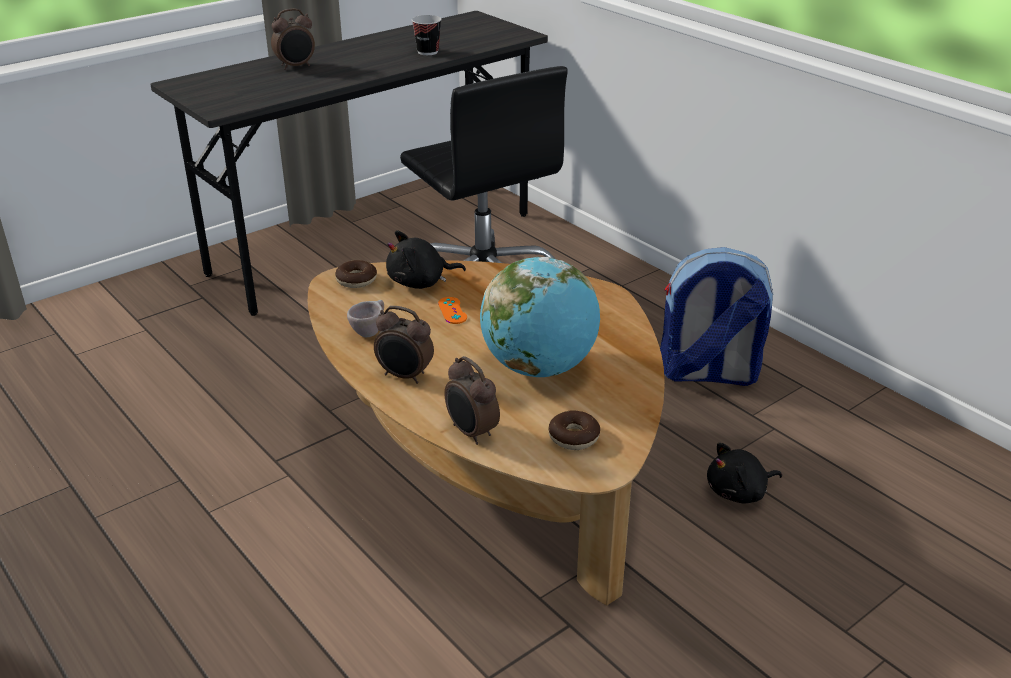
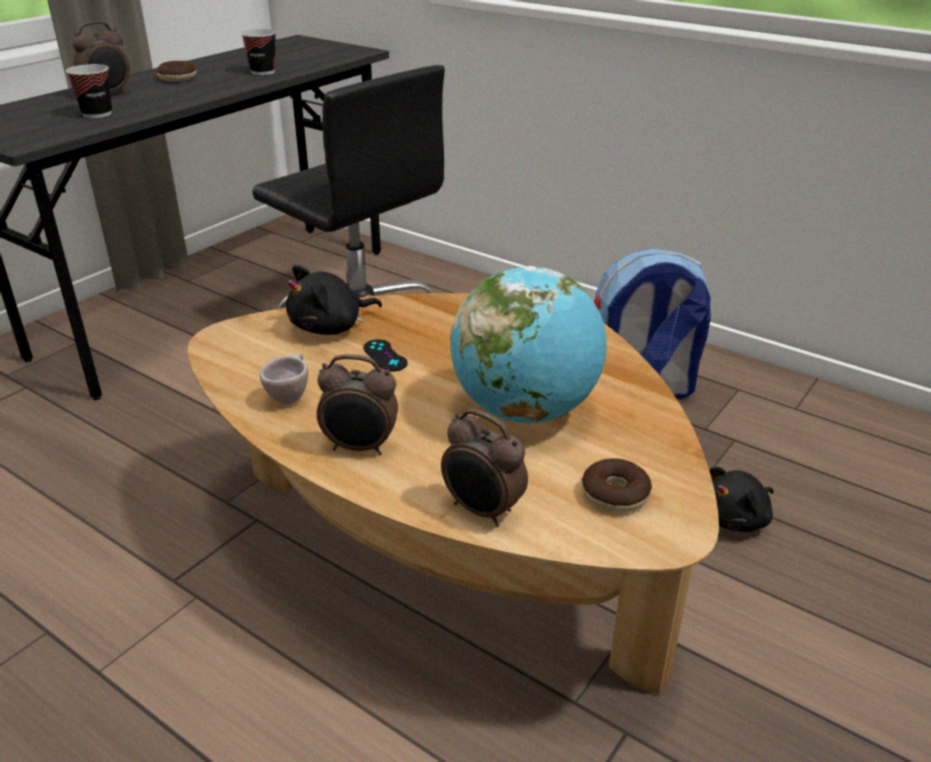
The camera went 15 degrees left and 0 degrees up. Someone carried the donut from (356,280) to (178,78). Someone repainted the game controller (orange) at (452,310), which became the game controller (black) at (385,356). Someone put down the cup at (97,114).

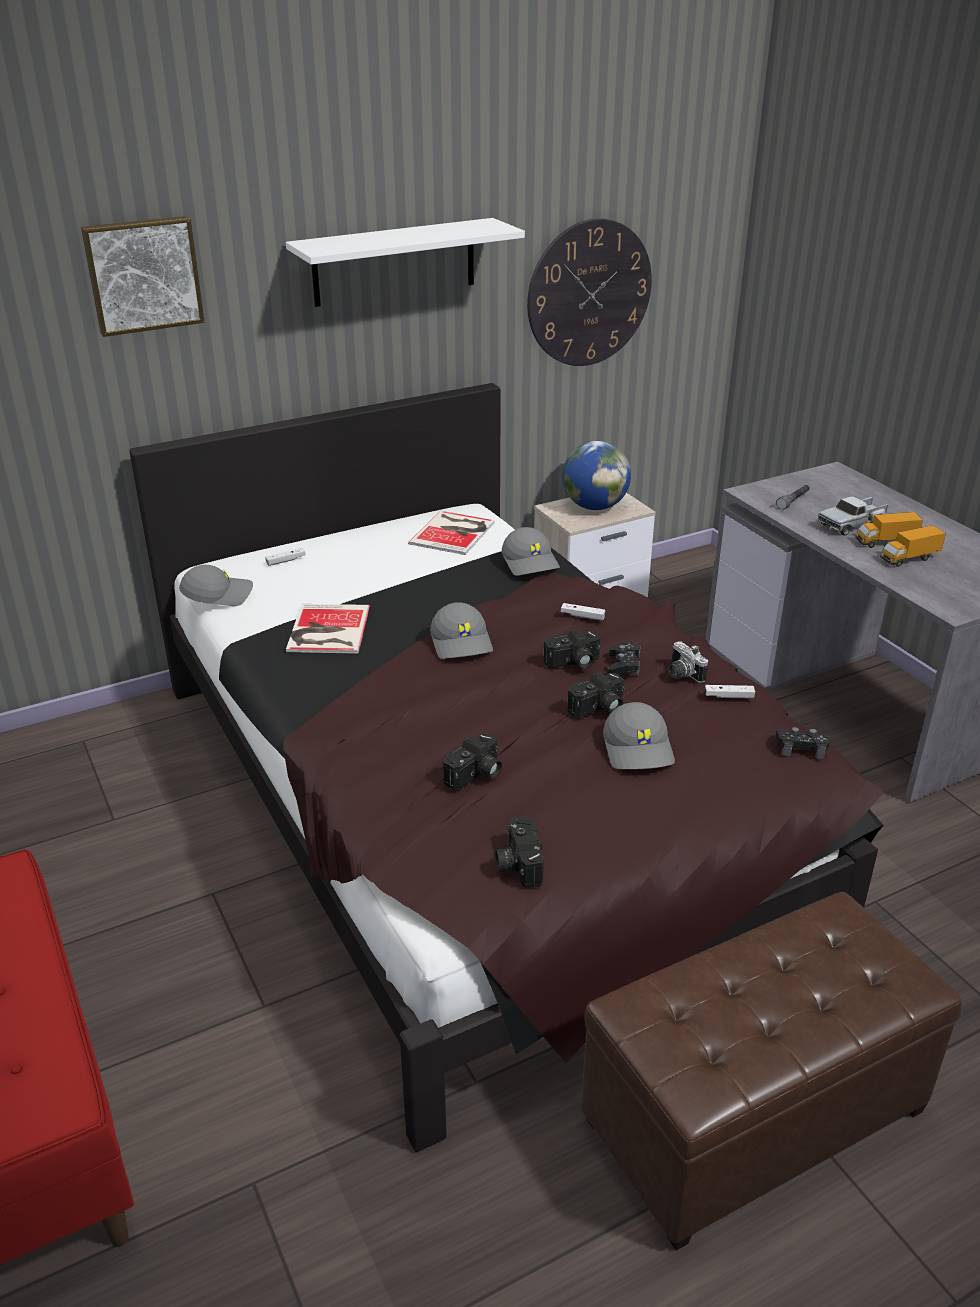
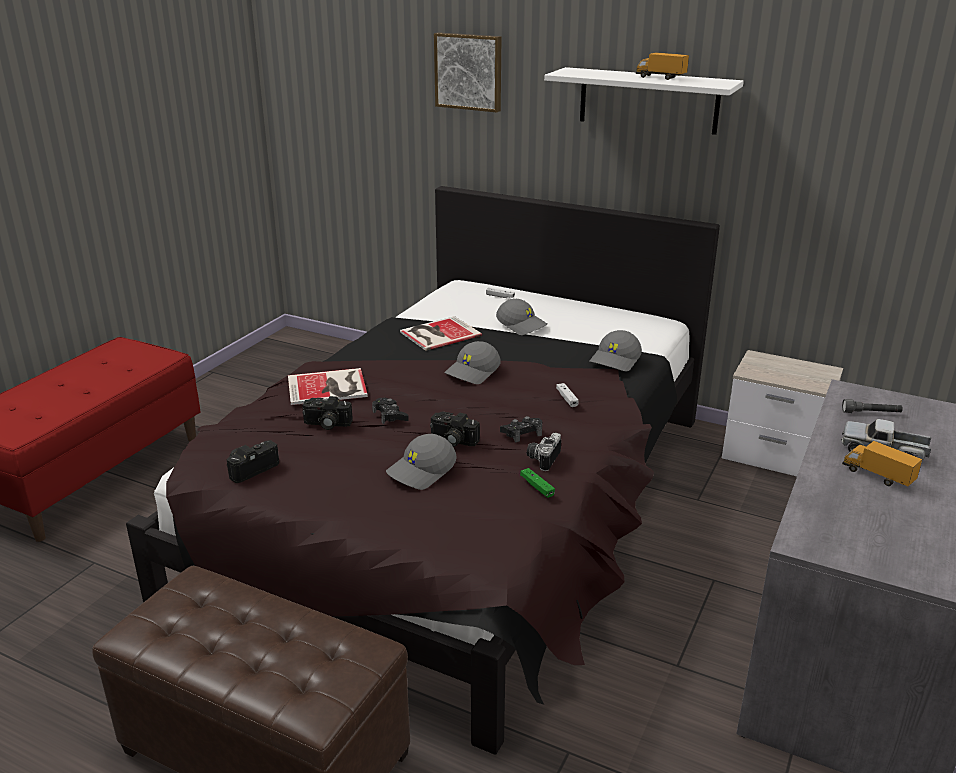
The camera went 55 degrees right and 5 degrees down. Someone took away the wall clock at (589,293). Someone took away the globe at (594,506). Someone carried the book from (454,532) to (329,387). Someone carried the toy truck from (909,559) to (660,78). Someone carried the cap (grey) from (218,595) to (522,325). Someone took away the photo camera at (573,663). Someone repainted the game controller (white) at (729,696), which became the game controller (green) at (537,487). Someone carried the game controller (black) from (801,747) to (390,415).

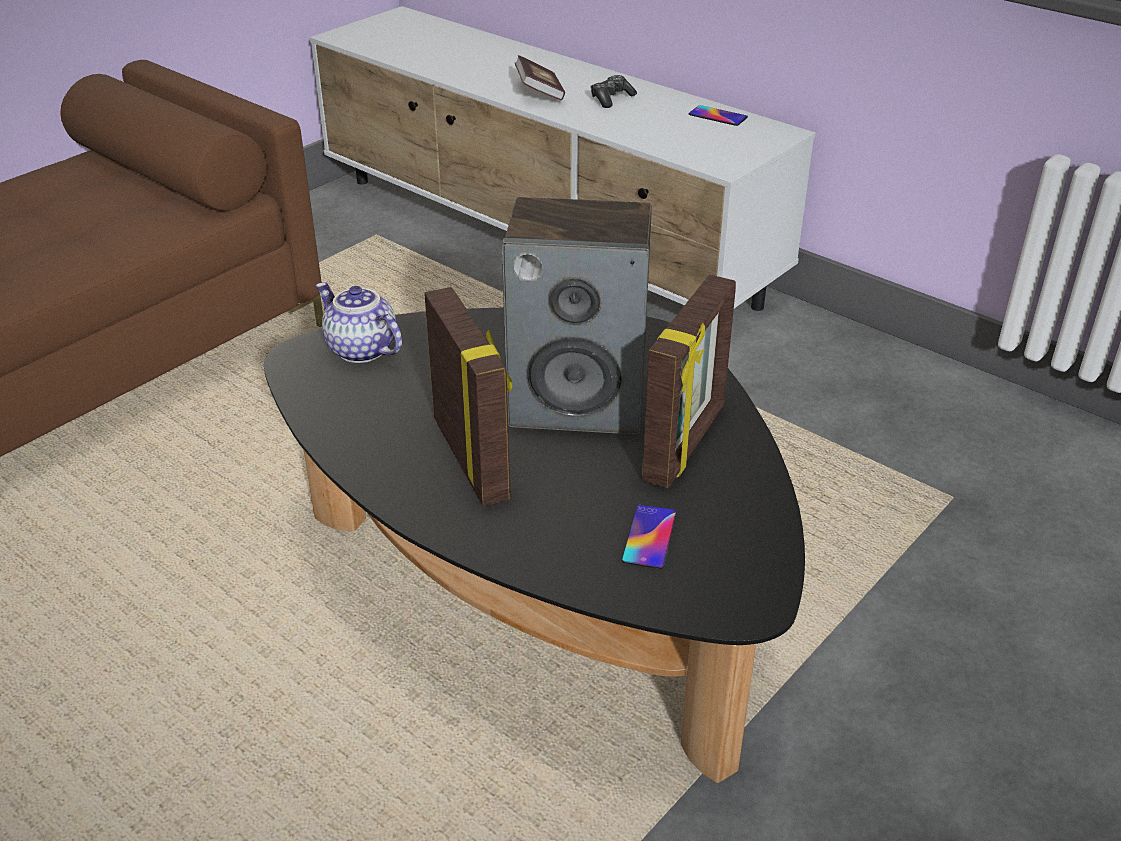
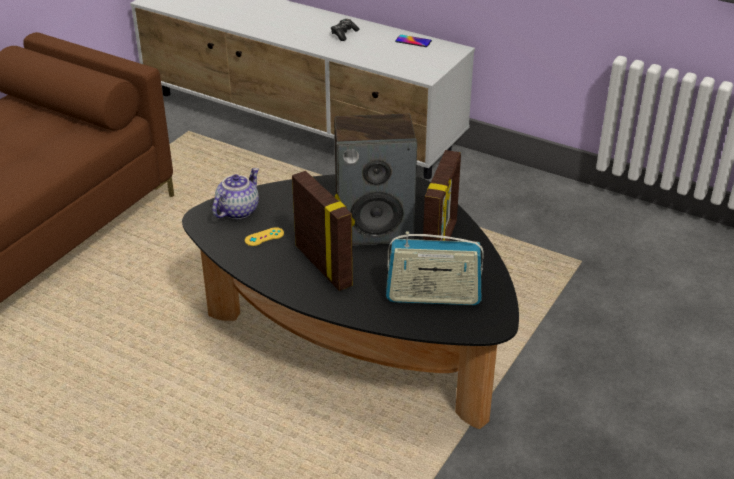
The camera went 10 degrees left and 0 degrees up. Someone took away the book at (539,93). Someone rotated the teapot at (360,350) by 90 degrees clockwise. Someone swapped the phone at (649,537) for the radio at (433,297). Someone put down the game controller (yellow) at (264,237).

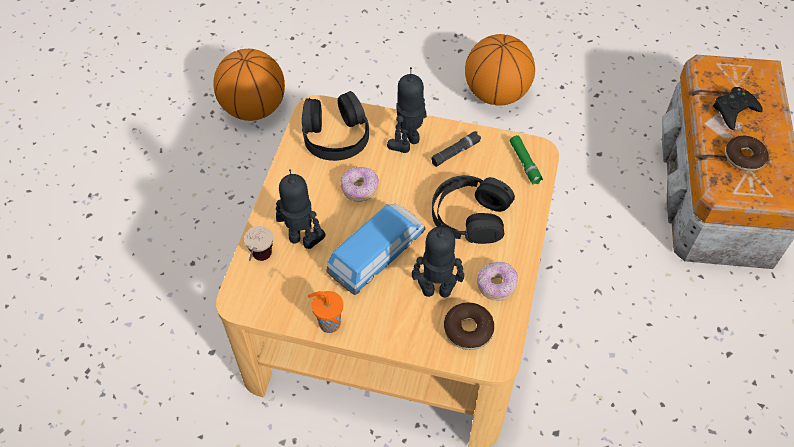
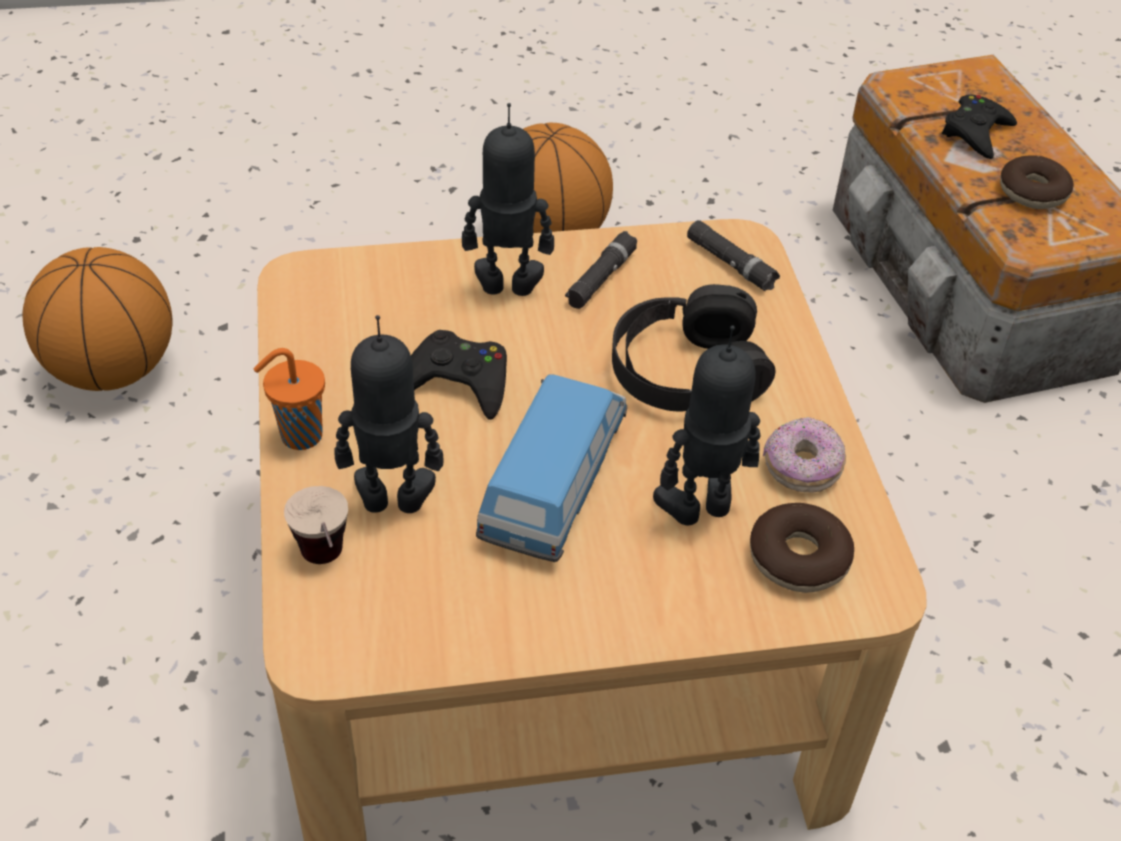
The camera went 25 degrees left and 10 degrees down. Someone rotated the toy robot at (408,143) by 75 degrees clockwise. Someone took away the headphones (black) at (335,135). Someone repainted the flashlight (green) at (525,163), which became the flashlight (black) at (731,264). Someone swapped the donut at (359,189) for the game controller (black) at (458,382). Someone carried the cup (orange) from (328,323) to (298,436).

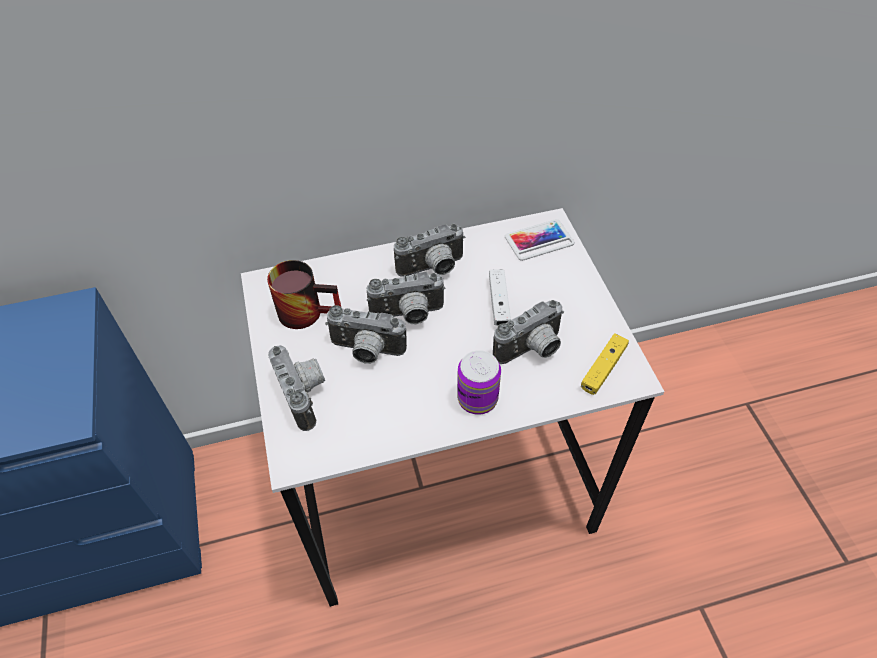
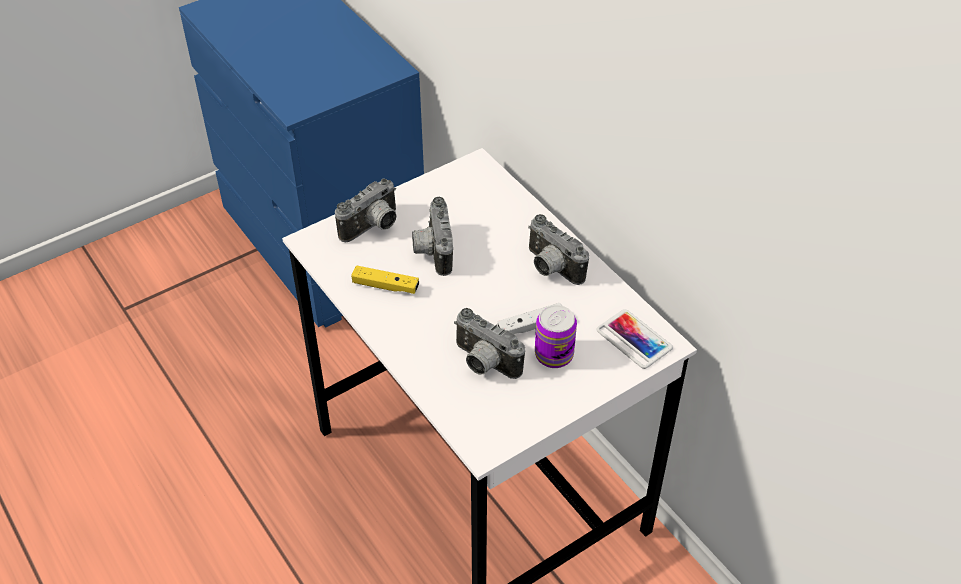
The camera went 70 degrees right and 5 degrees down. Someone took away the mug at (308,309). Someone took away the photo camera at (408,315). Someone carried the game controller (yellow) from (603,368) to (385,286). Someone carried the can from (477,399) to (554,355).

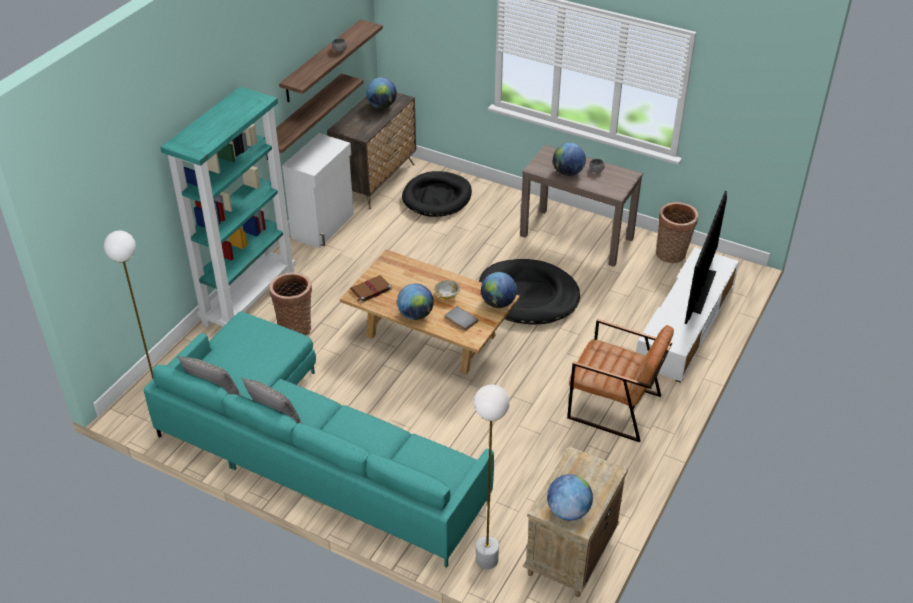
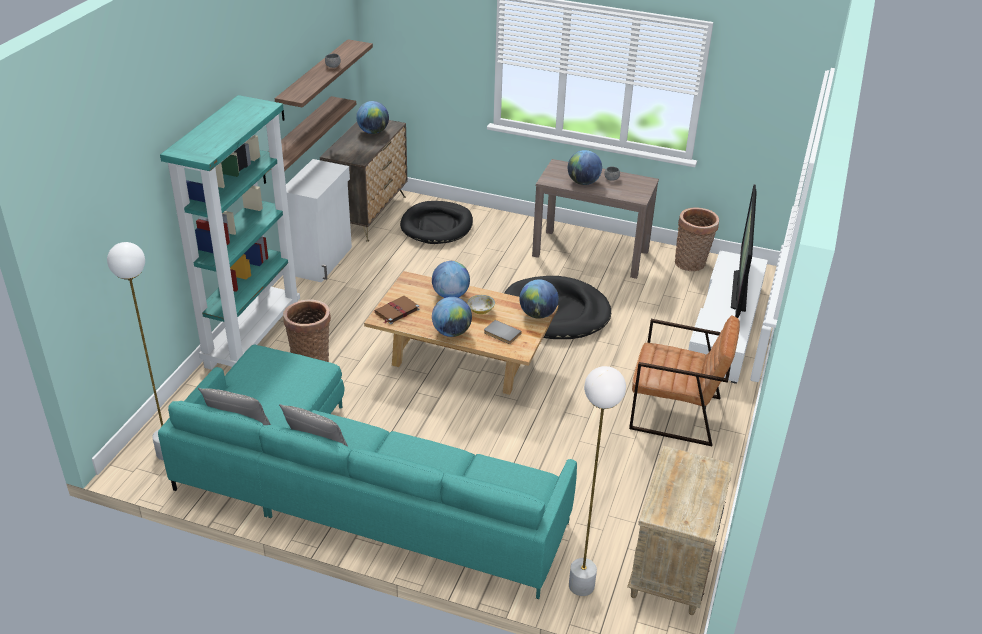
The camera went 10 degrees left and 5 degrees down. Someone carried the globe from (568,511) to (450,295).

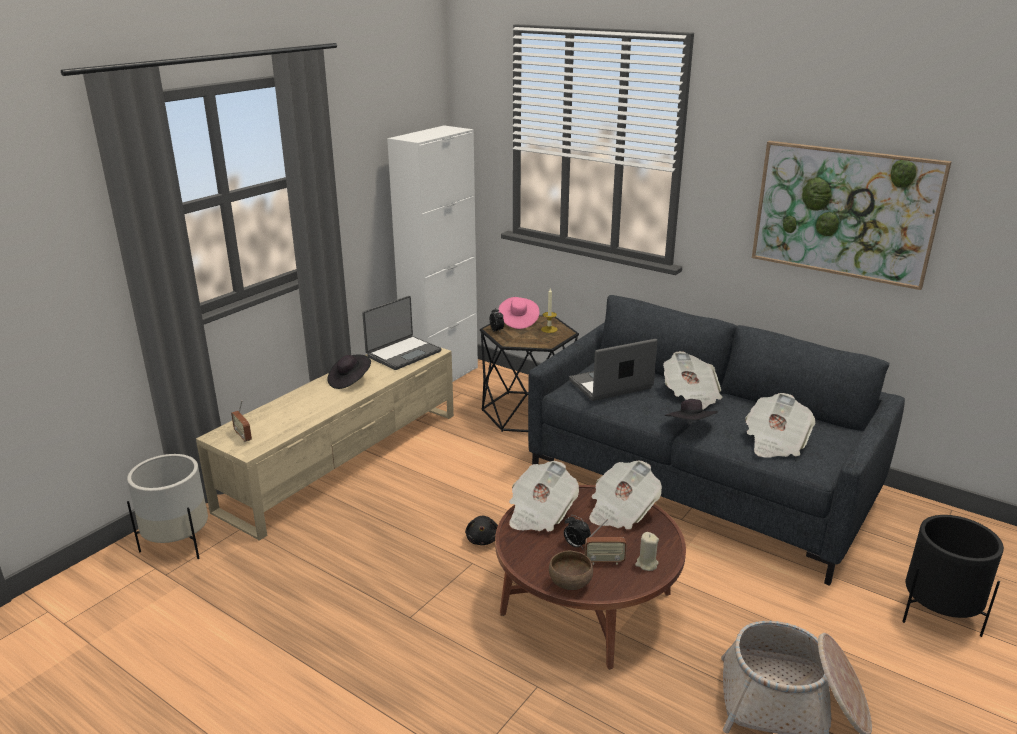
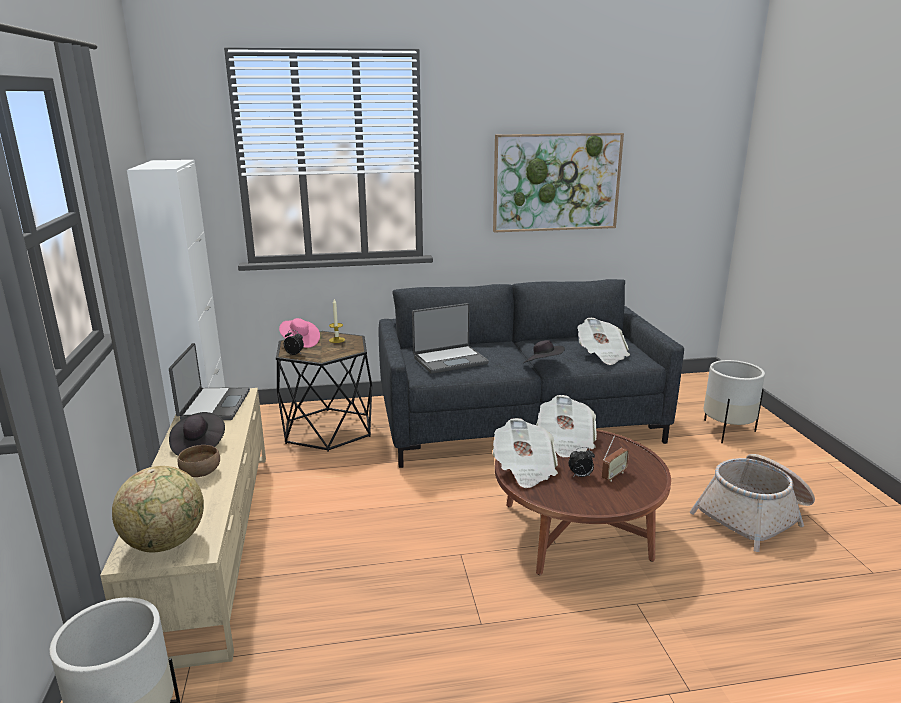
The camera went 45 degrees left and 5 degrees down. Someone rotated the laptop at (611,385) by 135 degrees counterclockwise. Someone took away the newspaper at (691,395). Someone swapped the radio at (243,437) for the globe at (166,543). Someone repainted the planter (black) at (938,615), which became the planter (white) at (727,431). Someone took away the plush toy (black) at (483,539). Someone took away the candle (beige) at (646,564). Someone carried the bowl (brown) from (570,582) to (201,472).

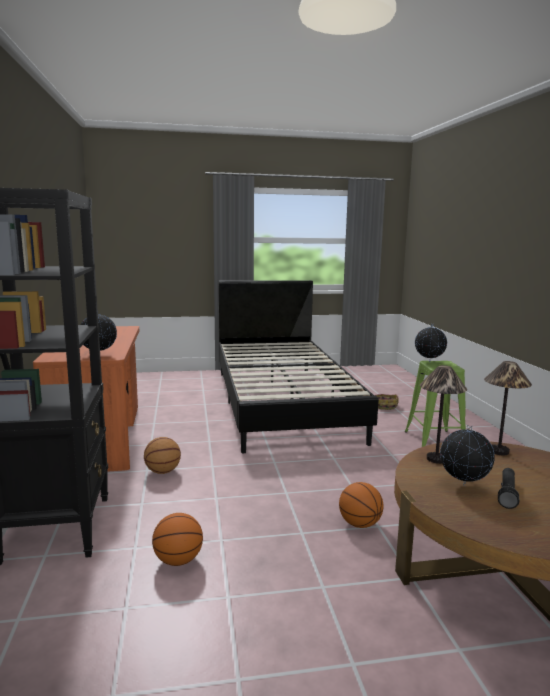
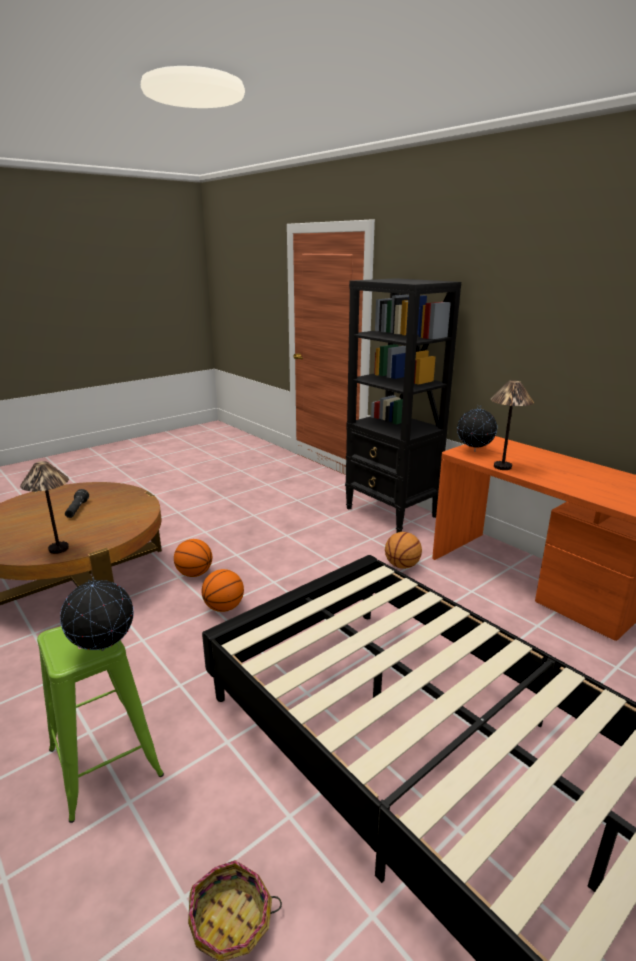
The camera went 150 degrees right and 10 degrees up. Someone carried the table lamp from (436,459) to (503,467). Someone took away the globe at (463,485). Someone carried the basketball from (178,560) to (224,607).

